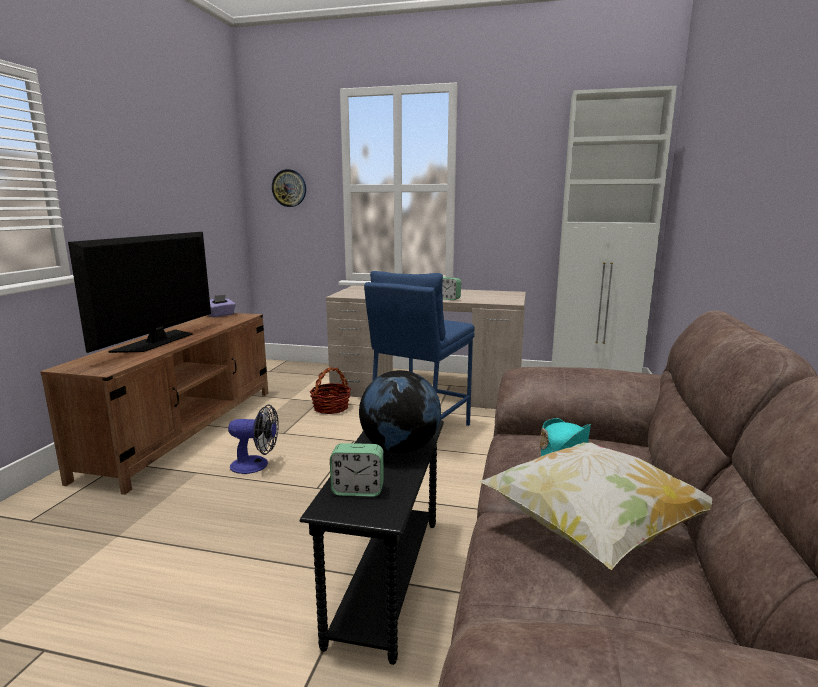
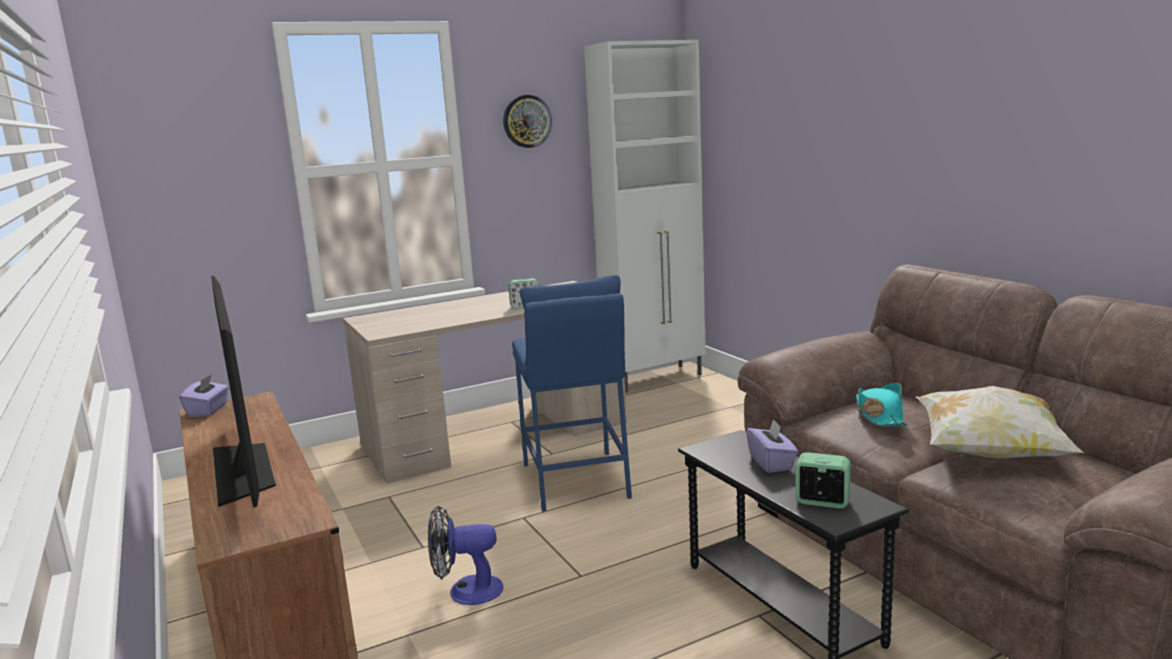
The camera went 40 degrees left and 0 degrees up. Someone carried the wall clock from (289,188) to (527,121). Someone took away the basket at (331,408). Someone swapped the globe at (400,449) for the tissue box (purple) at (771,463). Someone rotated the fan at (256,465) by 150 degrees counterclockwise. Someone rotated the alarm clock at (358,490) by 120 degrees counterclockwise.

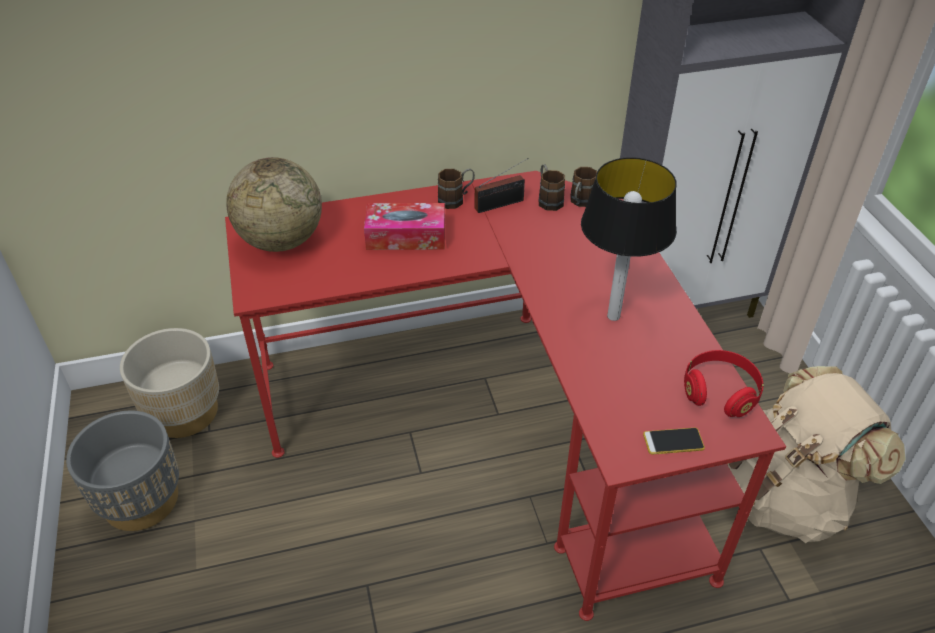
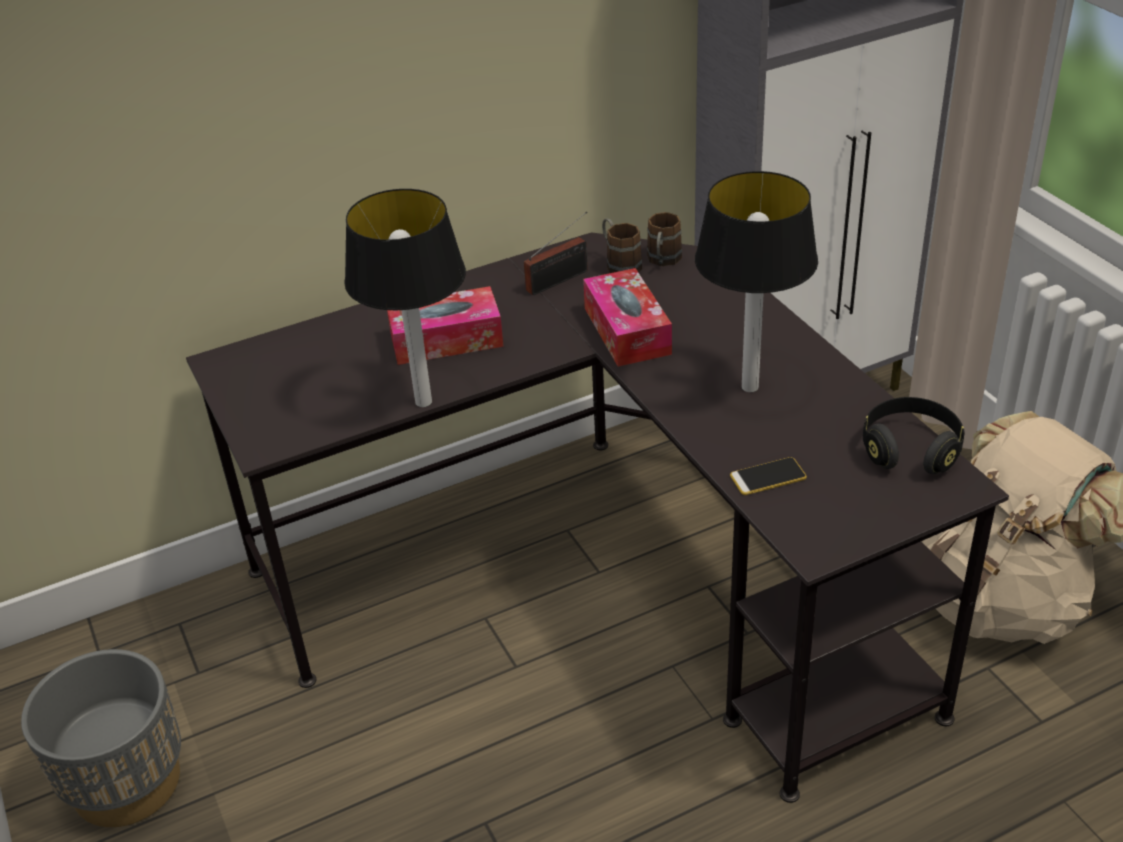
The camera went 10 degrees left and 5 degrees down. Someone took away the globe at (281,241). Someone took away the mug (brown) at (456,199). Someone repainted the desk (red) at (496,421), which became the desk (black) at (600,581). Someone took away the planter (beige) at (184,412). Someone repainted the headphones (red) at (720,392), which became the headphones (black) at (910,450). Someone carried the phone from (673,441) to (768,477). Someone put down the table lamp at (424,402). Someone put down the tissue box at (627,331).

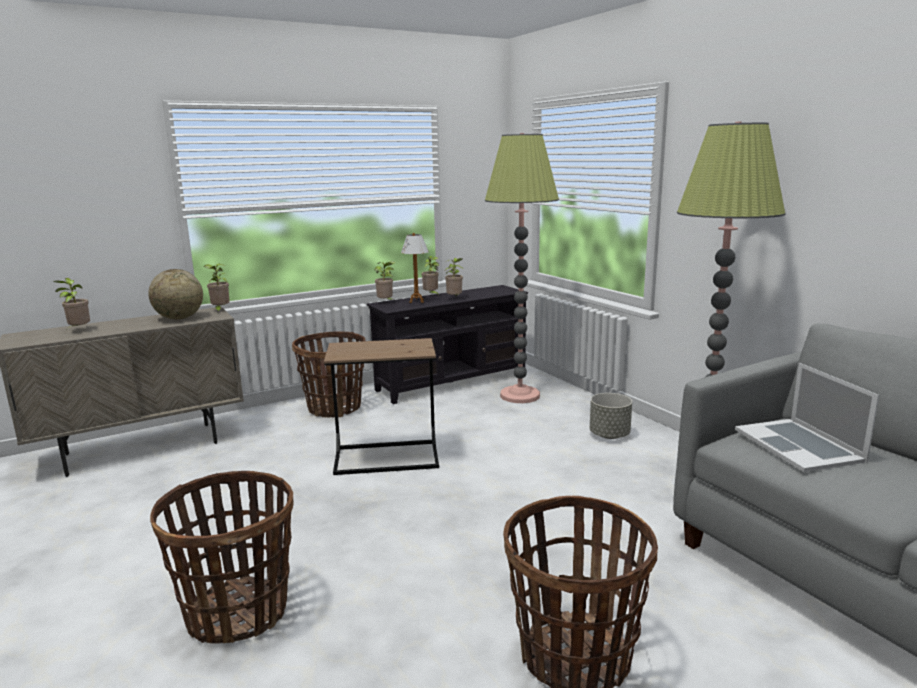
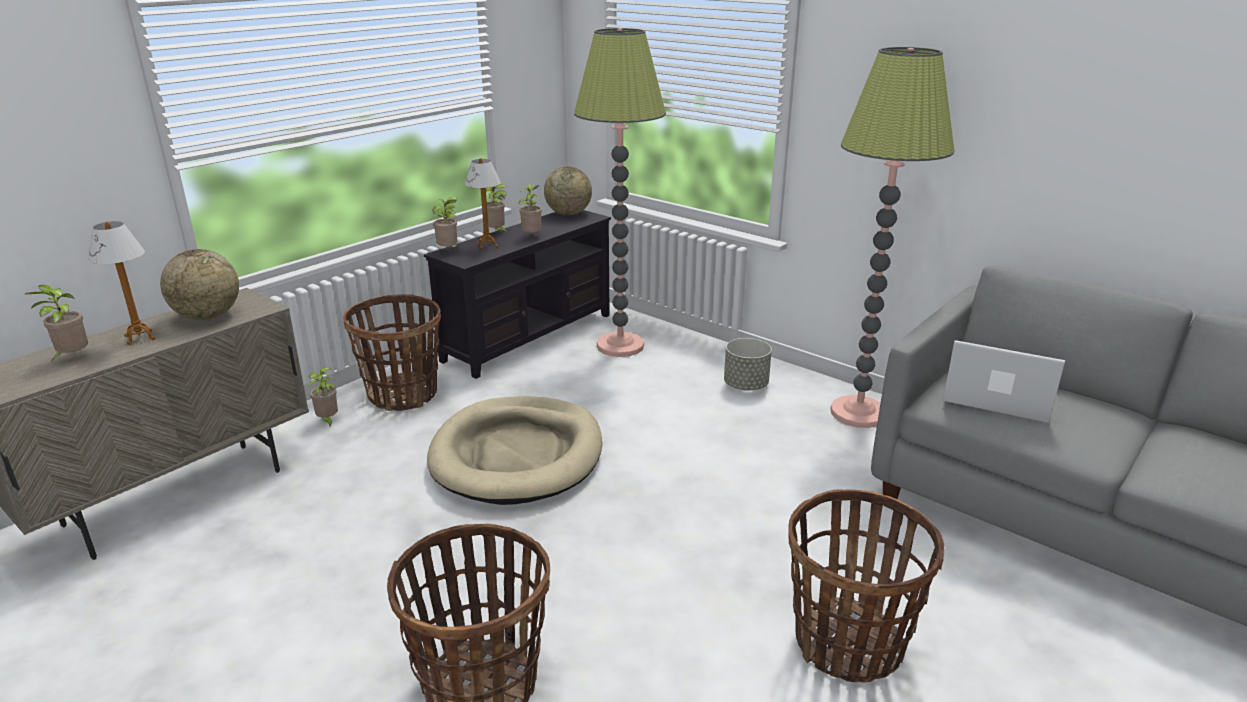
The camera went 20 degrees left and 10 degrees up. Someone carried the potted plant from (220,310) to (328,421). Someone swapped the side table (brown) at (386,457) for the dog bed (beige) at (517,455). Someone rotated the laptop at (798,445) by 150 degrees clockwise. Someone put down the globe at (568,214). Someone put down the table lamp at (140,338).

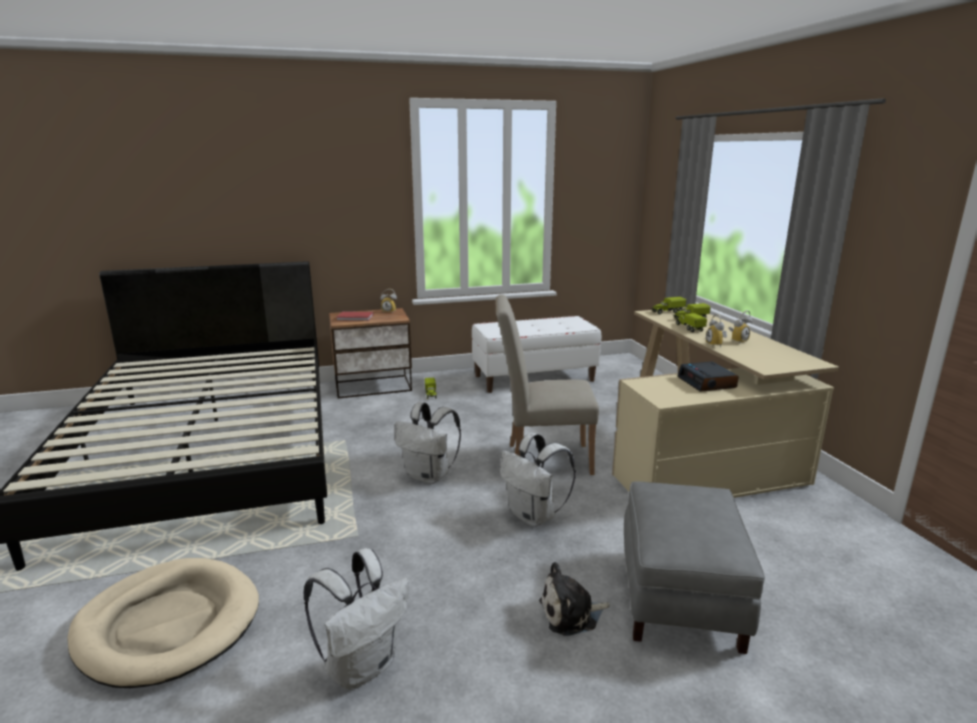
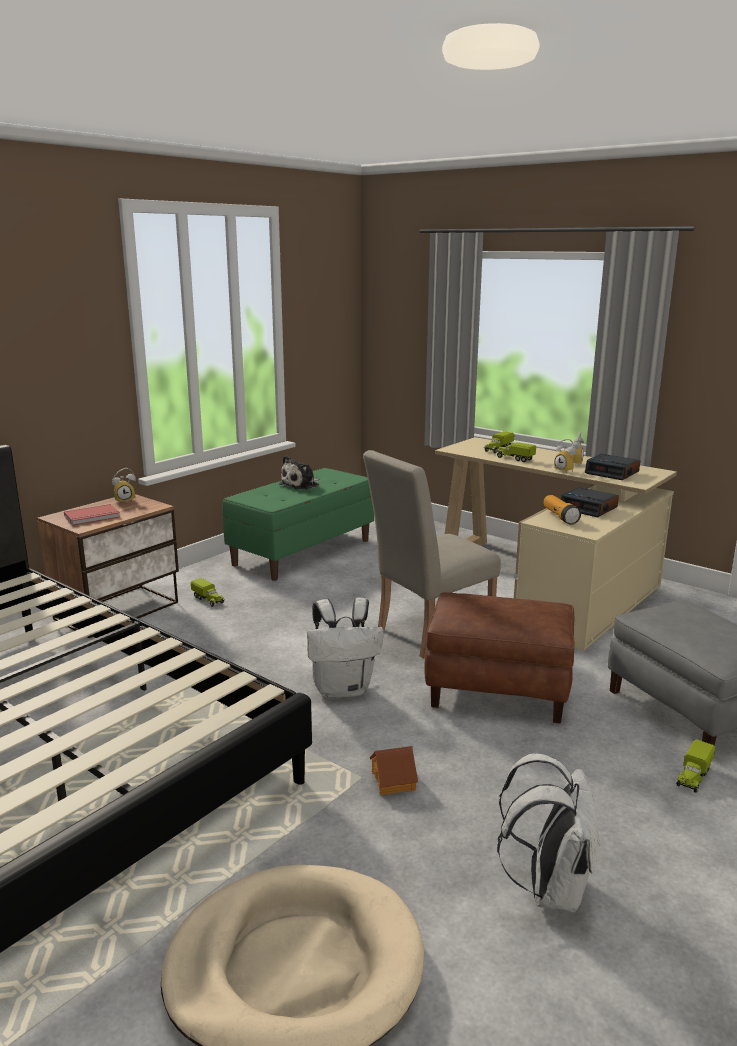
The camera went 35 degrees left and 0 degrees up. Someone carried the toy truck from (667,312) to (693,777). Someone repainted the bench (white) at (534,378), which became the bench (green) at (302,552). Someone swapped the backpack (white) at (534,516) for the ottoman (brown) at (499,690). Someone carried the plush toy from (571,614) to (301,485). Someone put down the alarm clock at (612,473). Someone put down the flashlight at (560,517). Someone put down the toy house at (394,780).

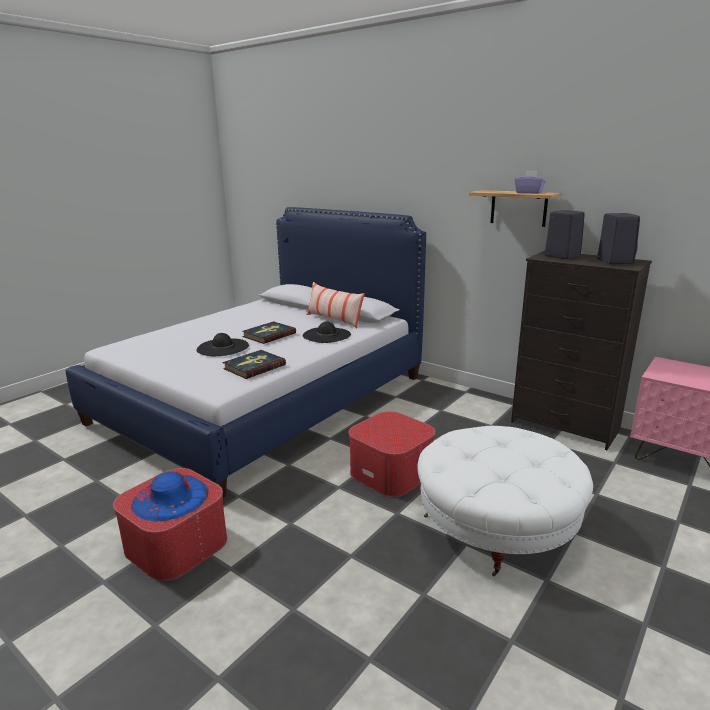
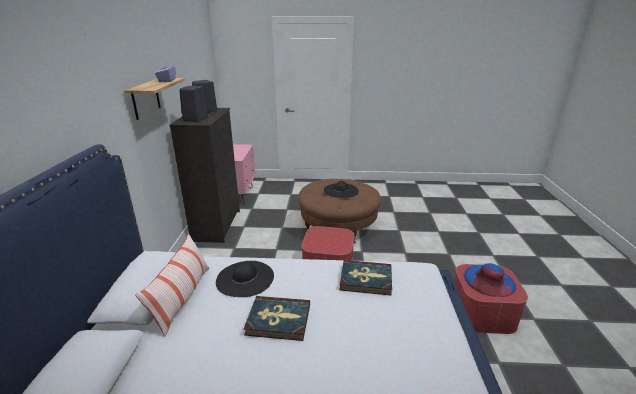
The camera went 125 degrees left and 5 degrees up. Someone carried the hat (black) from (223,347) to (341,190). Someone repainted the ottoman (white) at (496,525), which became the ottoman (brown) at (338,225).

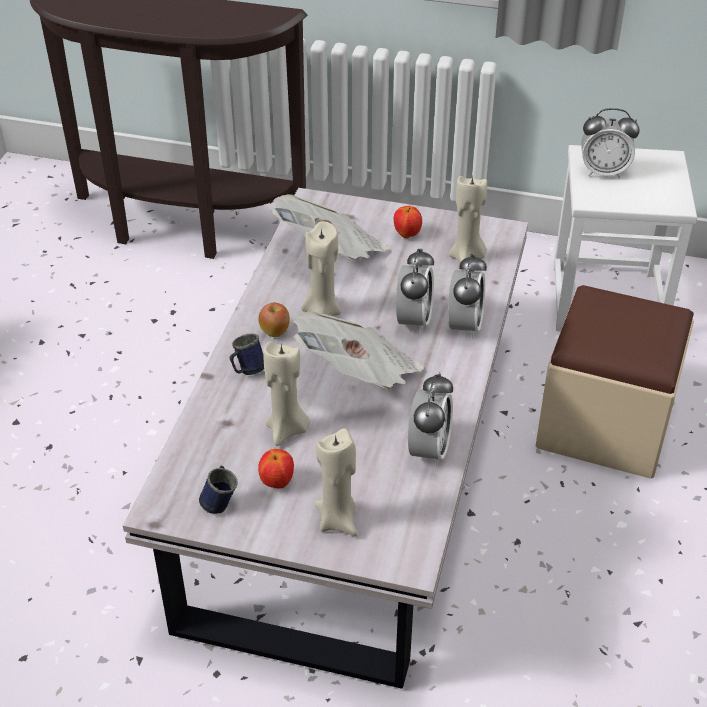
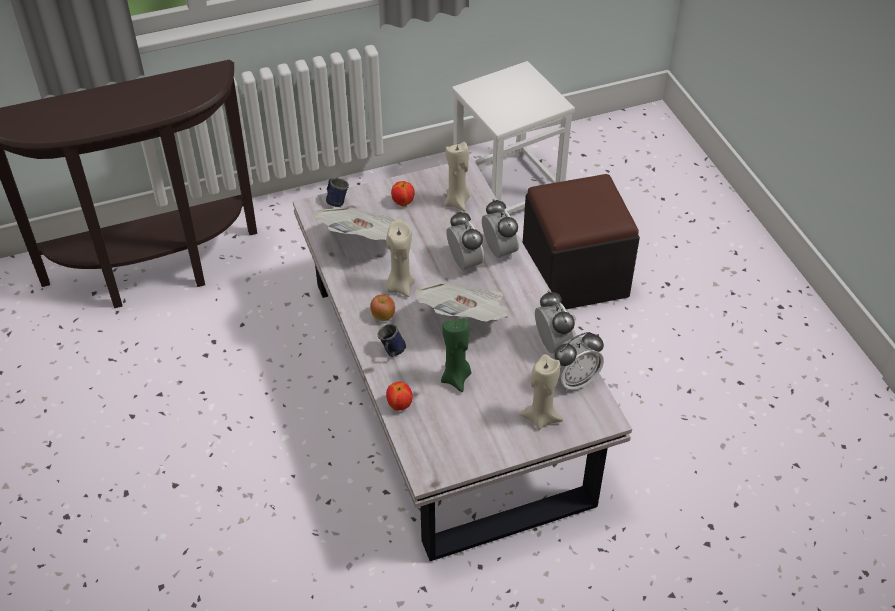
The camera went 35 degrees left and 5 degrees up. Someone carried the alarm clock from (603,172) to (574,380). Someone repainted the ottoman (beige) at (605,424), which became the ottoman (black) at (574,275). Someone repainted the candle (beige) at (287,430), which became the candle (green) at (456,378). Someone carried the apple from (277,482) to (399,405). Someone carried the mug (blue) from (220,501) to (336,201).

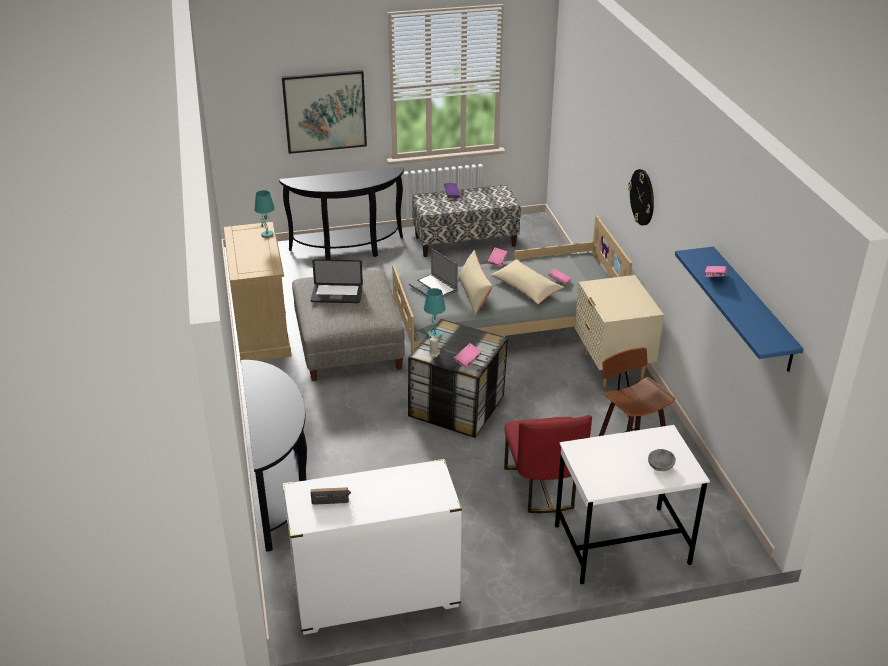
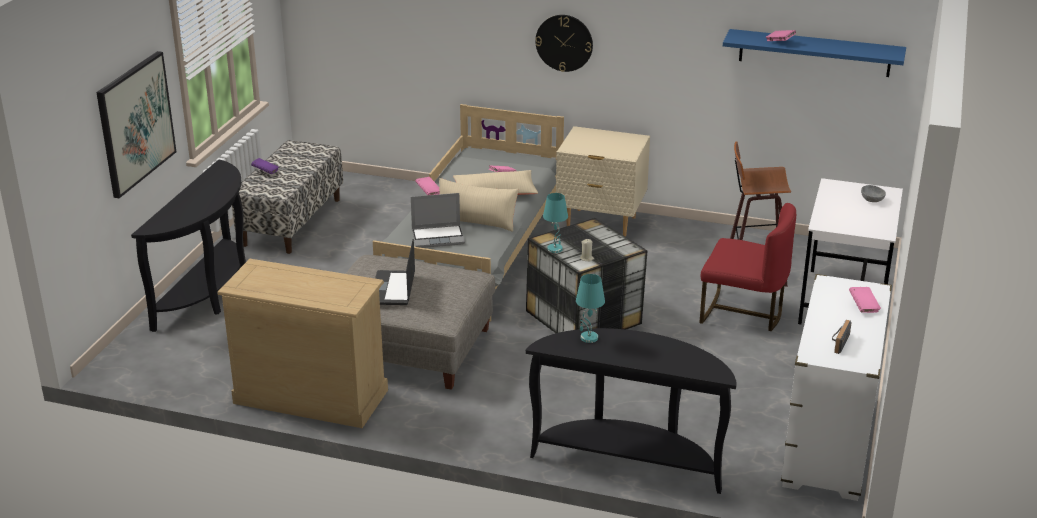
The camera went 60 degrees left and 5 degrees down. Someone carried the table lamp (turquoise) from (266,234) to (588,338). Someone rotated the laptop at (337,295) by 150 degrees clockwise. Someone carried the book (pink) from (467,360) to (863,307).

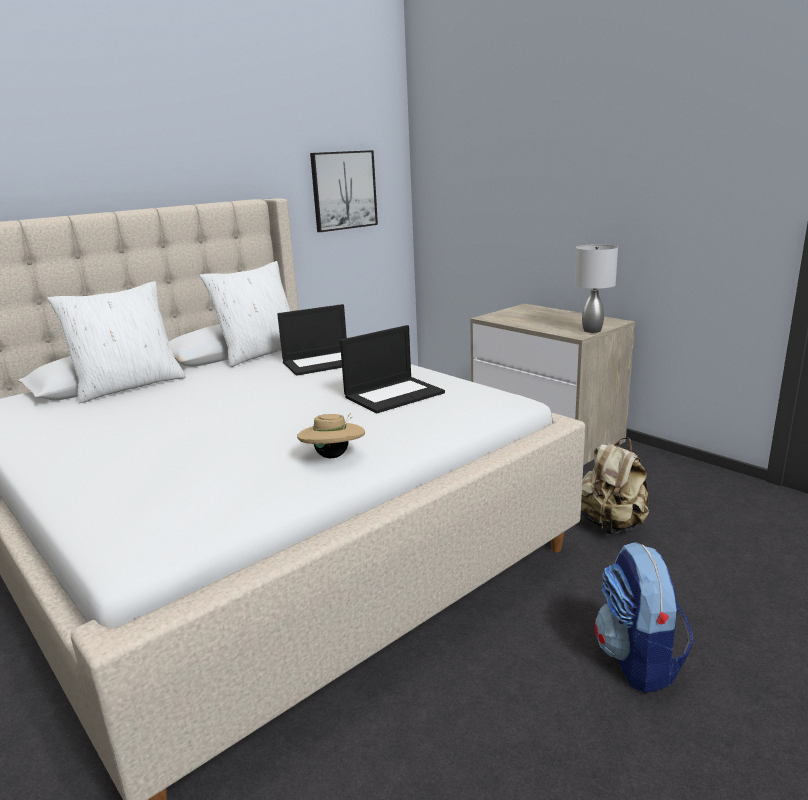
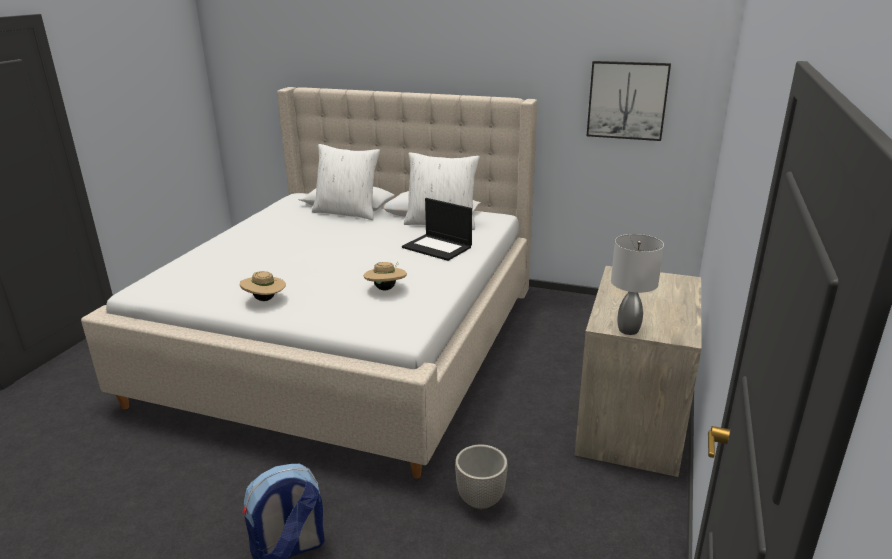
The camera went 60 degrees right and 5 degrees up. Someone swapped the laptop at (394,394) for the hat (beige) at (386,289). Someone swapped the backpack (beige) at (612,525) for the planter at (480,500).

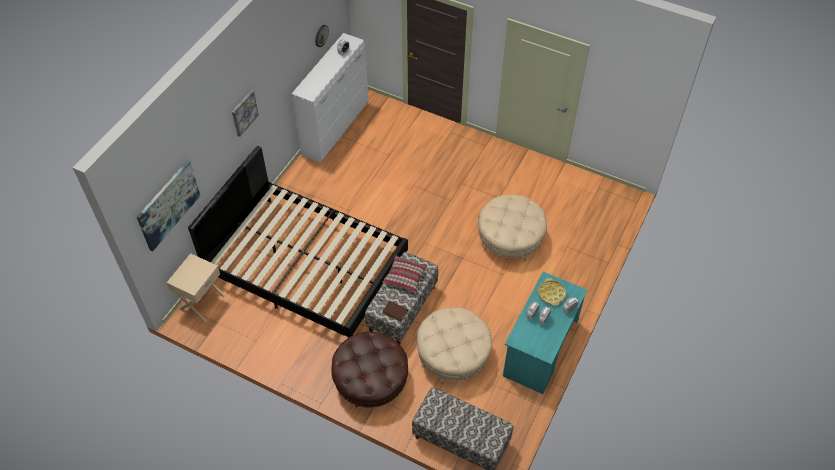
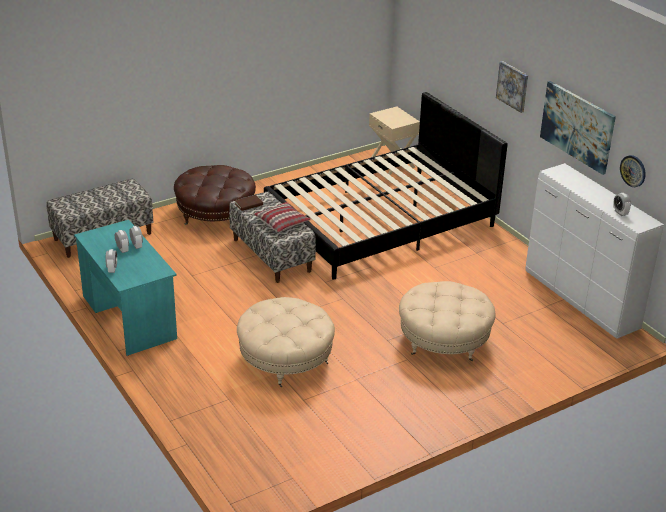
The camera went 120 degrees right and 20 degrees down. Someone carried the picture from (168,205) to (577,126). Someone took away the tray (yellow) at (551,294). Someone carried the ottoman (beige) from (453,355) to (444,340).

